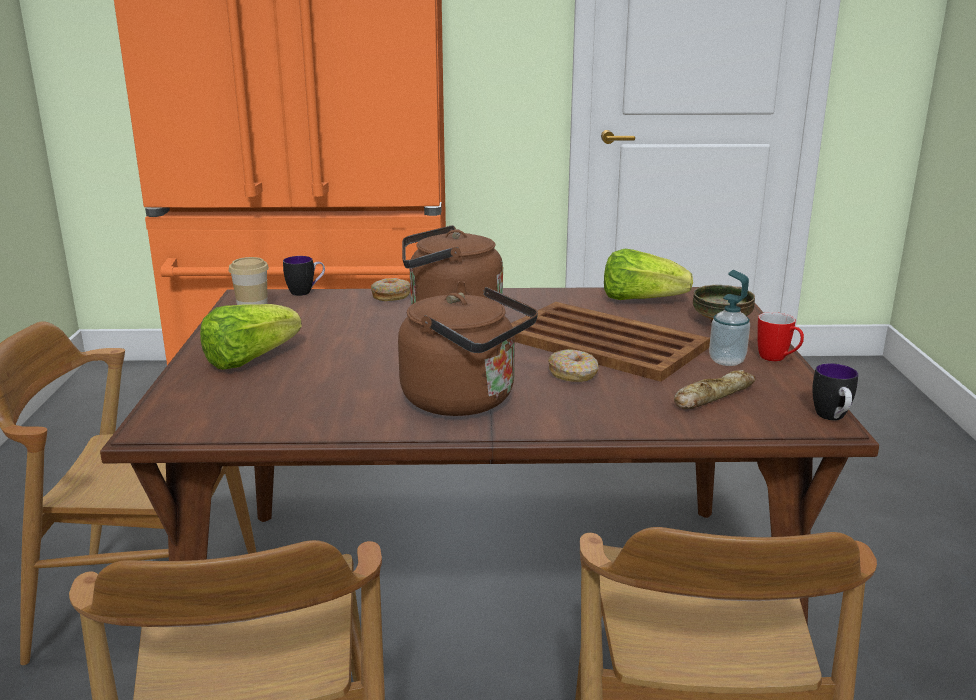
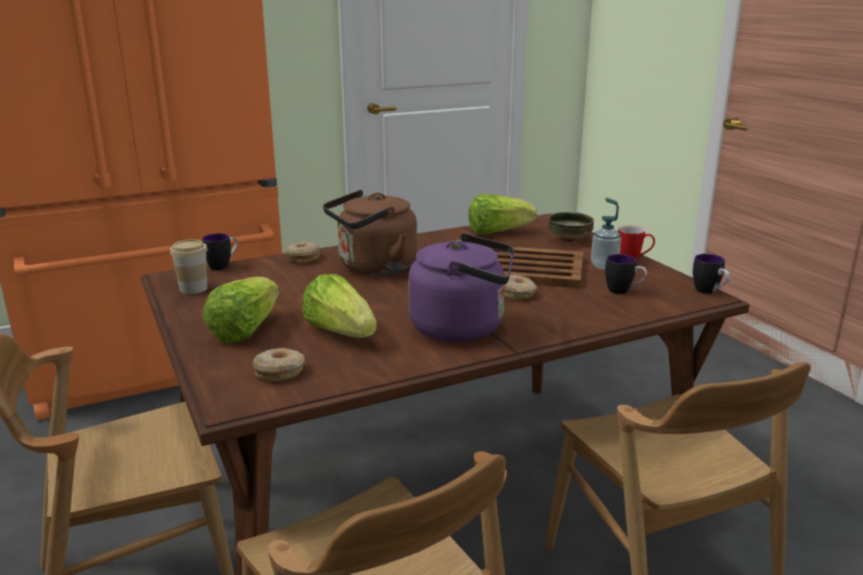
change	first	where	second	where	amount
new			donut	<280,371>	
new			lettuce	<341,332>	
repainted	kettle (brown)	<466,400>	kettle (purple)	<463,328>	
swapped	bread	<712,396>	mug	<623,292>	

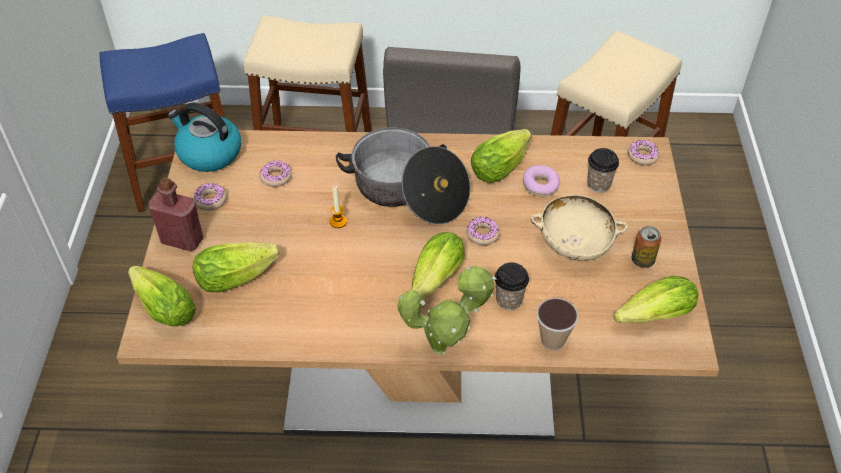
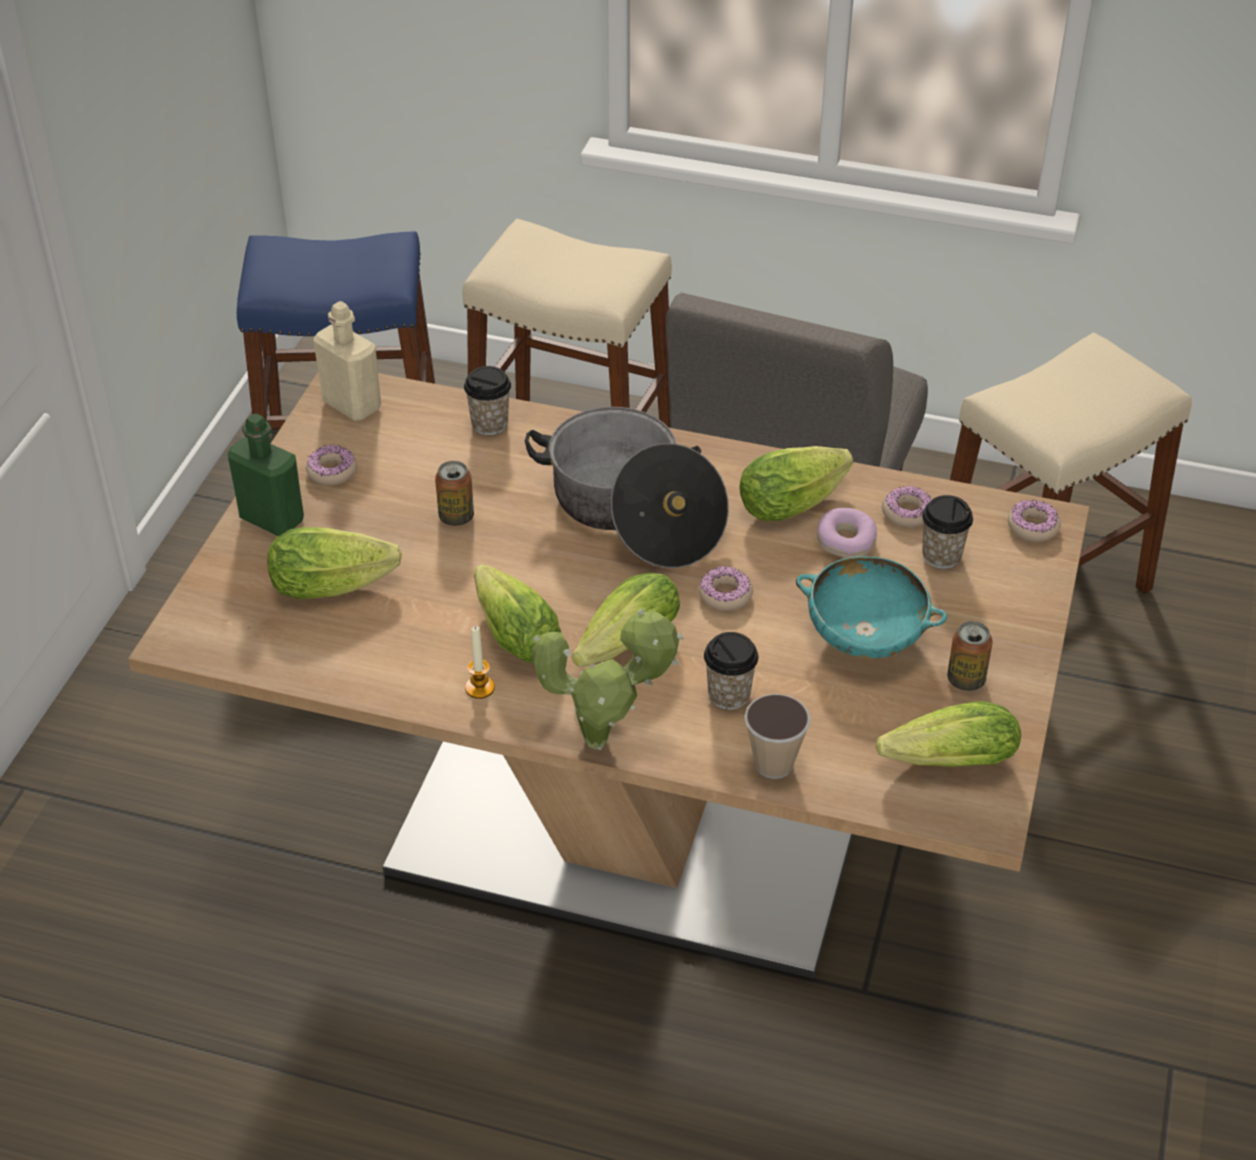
change	first	where	second	where	amount
repainted	bottle (red)	<182,240>	bottle (green)	<272,519>	
swapped	kettle	<209,153>	bottle (beige)	<352,405>	
new			can	<456,517>	
new			cup	<489,424>	
shifted	candle	<338,221>		<480,688>	
shifted	lettuce	<162,306>		<513,632>	
repainted	bowl (beige)	<574,244>	bowl (turquoise)	<865,635>	
shifted	donut	<276,177>		<907,513>	

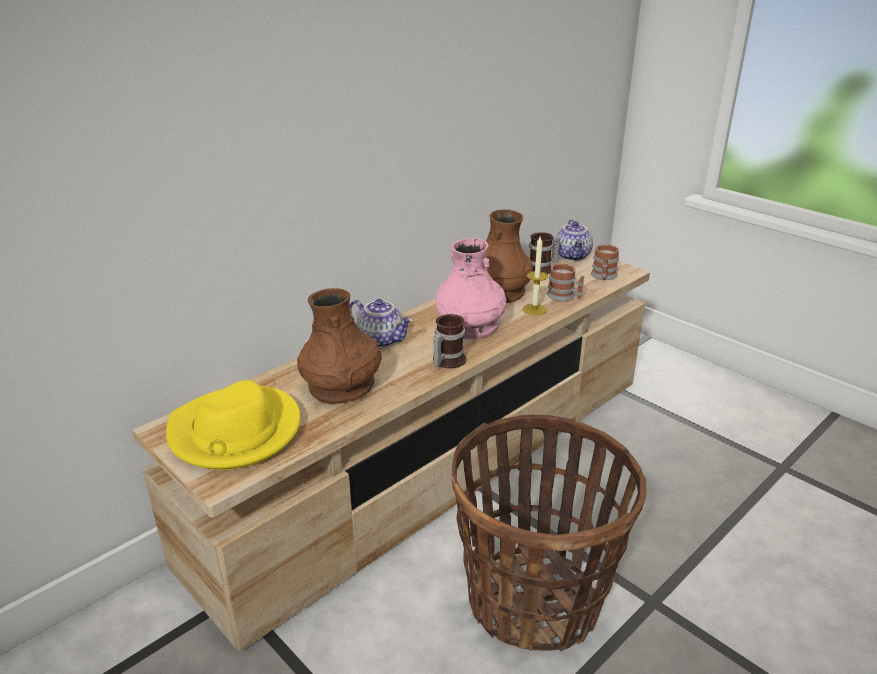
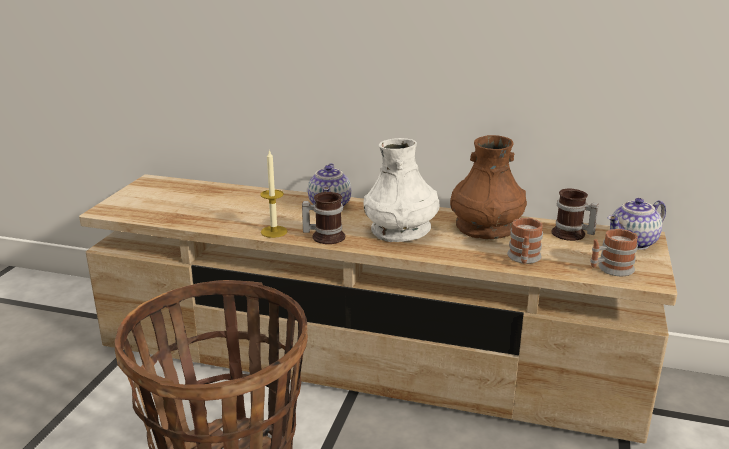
change	first	where	second	where	amount
shifted	candle	<534,309>		<274,231>	
repainted	vase (pink)	<469,325>	vase (white)	<400,230>	
gone	hat (yellow)	<235,433>			
gone	vase (brown)	<341,386>			

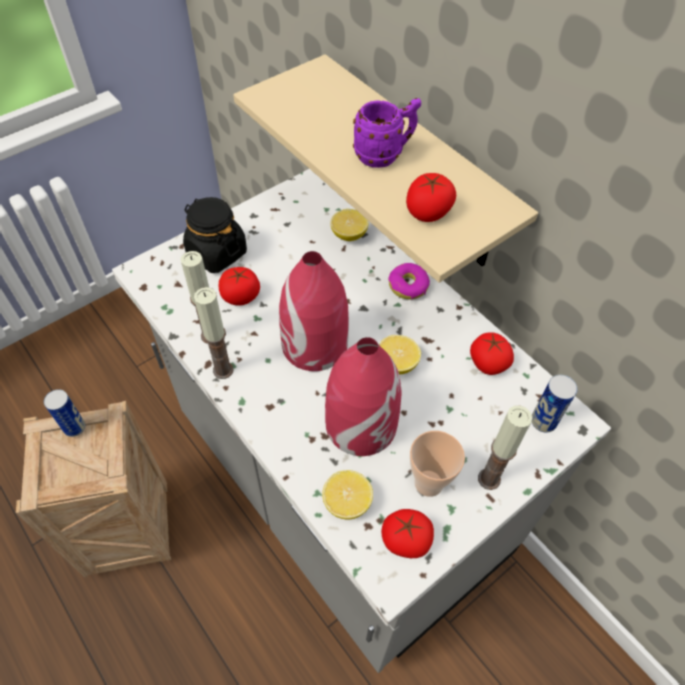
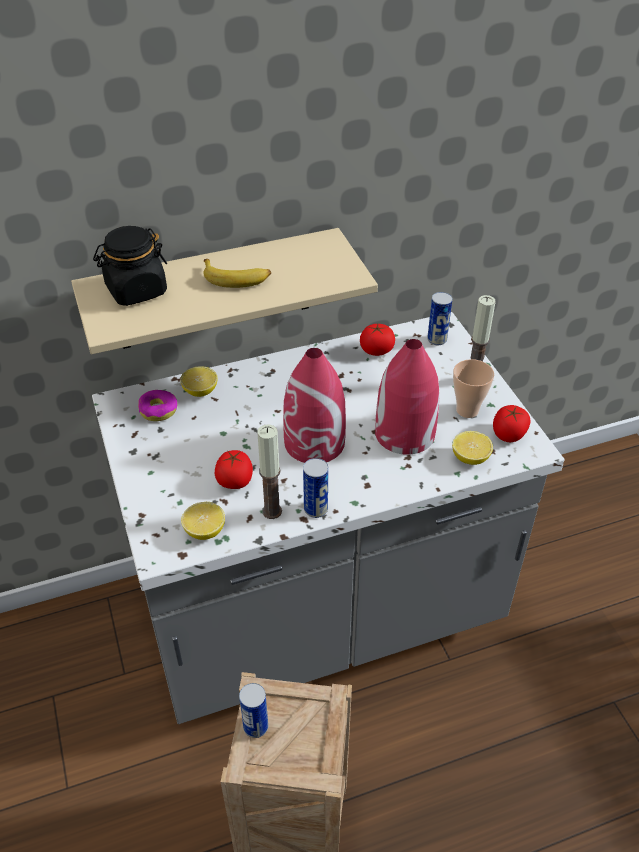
change	first	where	second	where	amount
shifted	jar (black)	<216,253>		<136,290>	
shifted	donut	<408,286>		<158,410>	
shifted	lemon	<397,364>		<205,531>	
swapped	mug (purple)	<384,155>	banana	<236,278>	
swapped	candle	<223,370>	can	<315,509>	
gone	tomato	<428,212>			

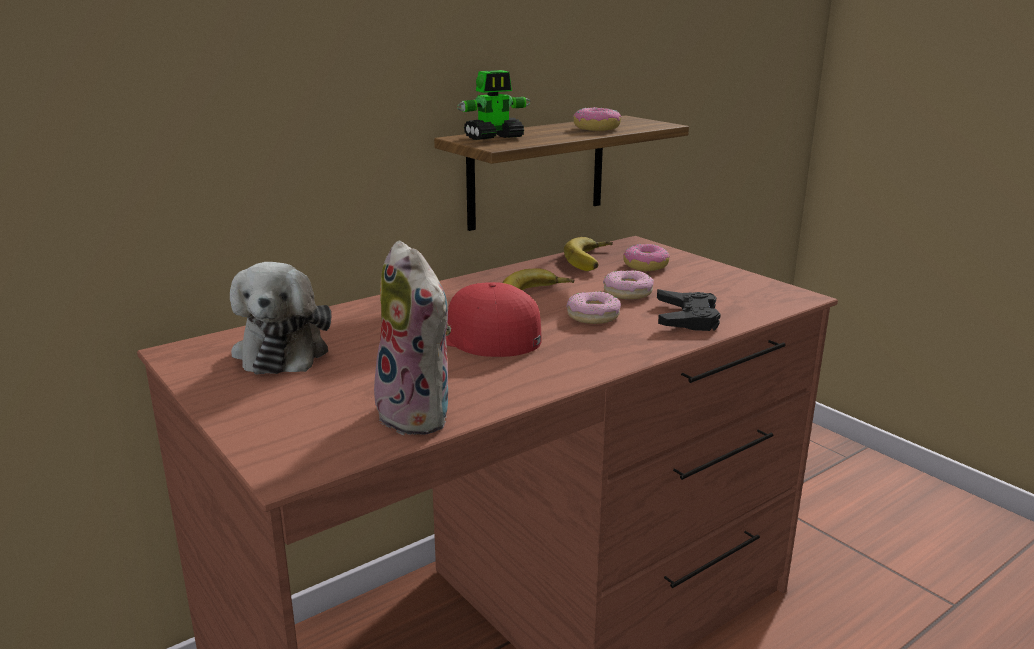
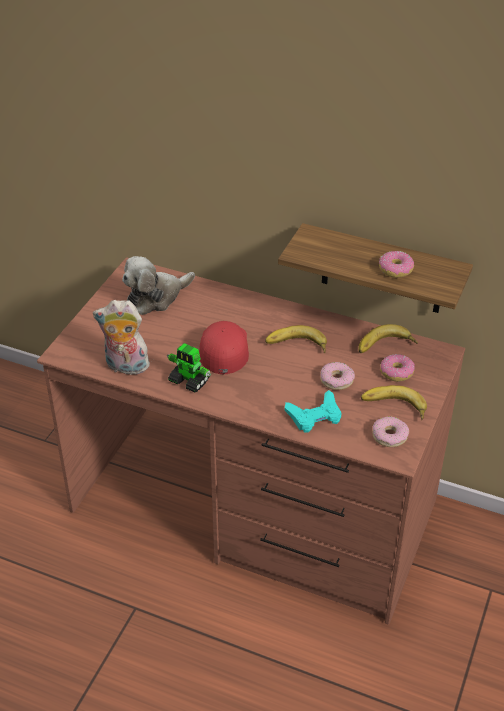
change	first	where	second	where	amount
rotated	plush toy	<420,415>		<125,367>	75 degrees clockwise
shifted	toy robot	<494,137>		<189,381>	
repainted	game controller (black)	<686,318>	game controller (turquoise)	<314,416>	
new			banana	<393,407>	
shifted	donut	<592,316>		<389,436>	

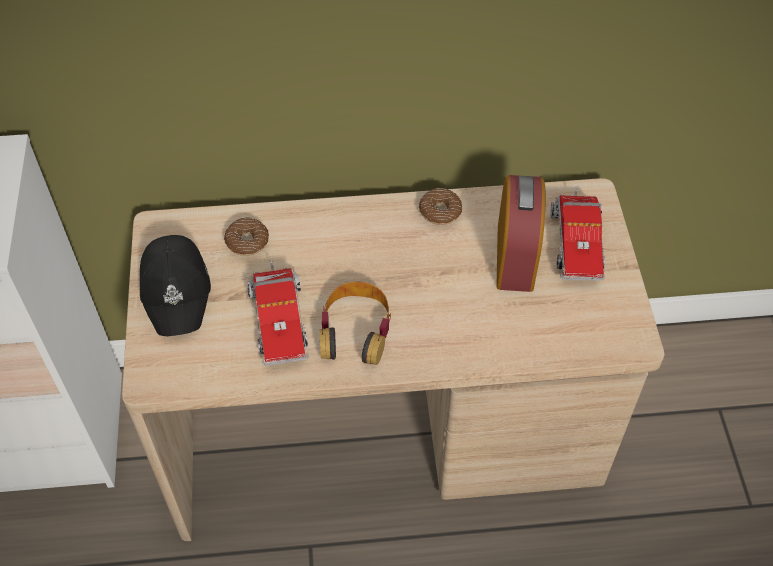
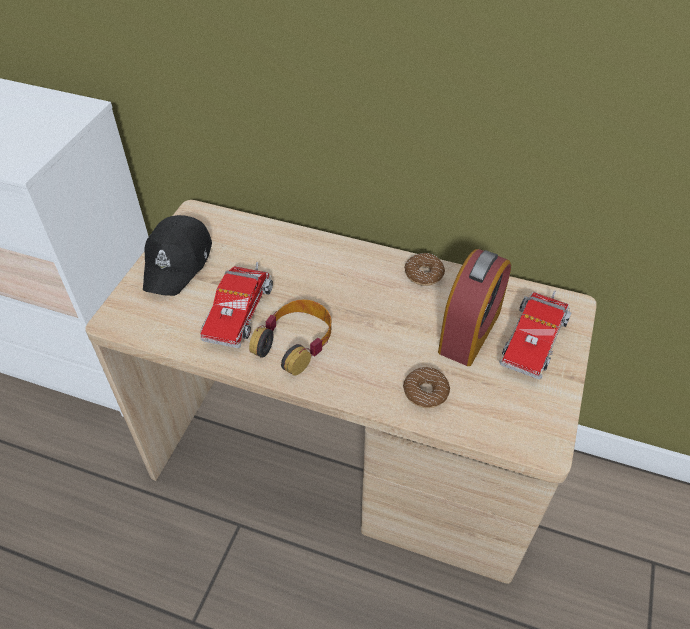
change	first	where	second	where	amount
shifted	donut	<247,241>		<425,392>	

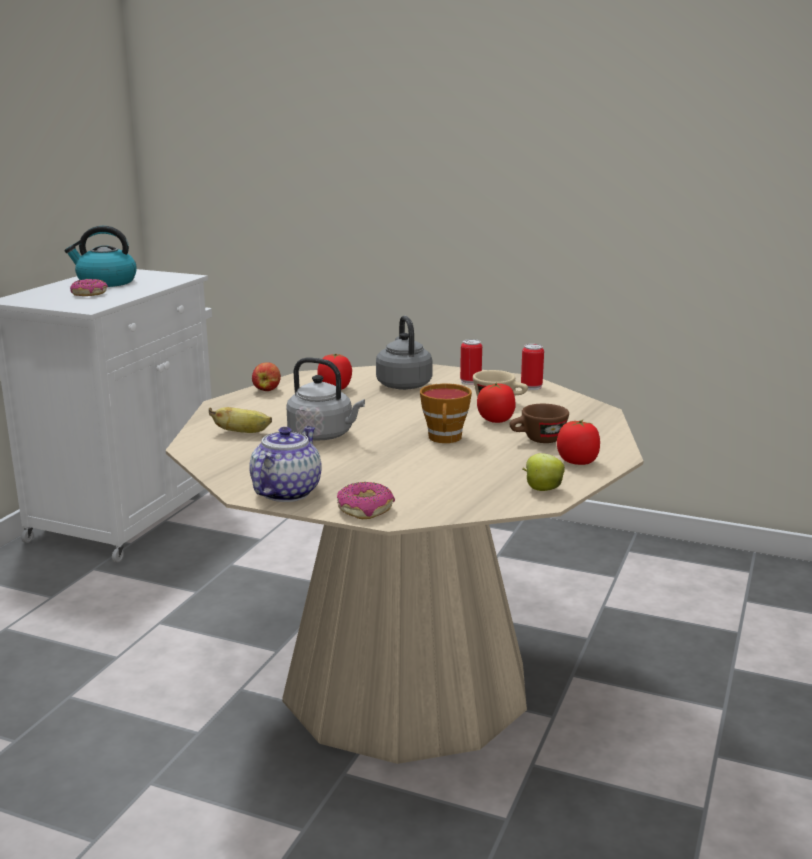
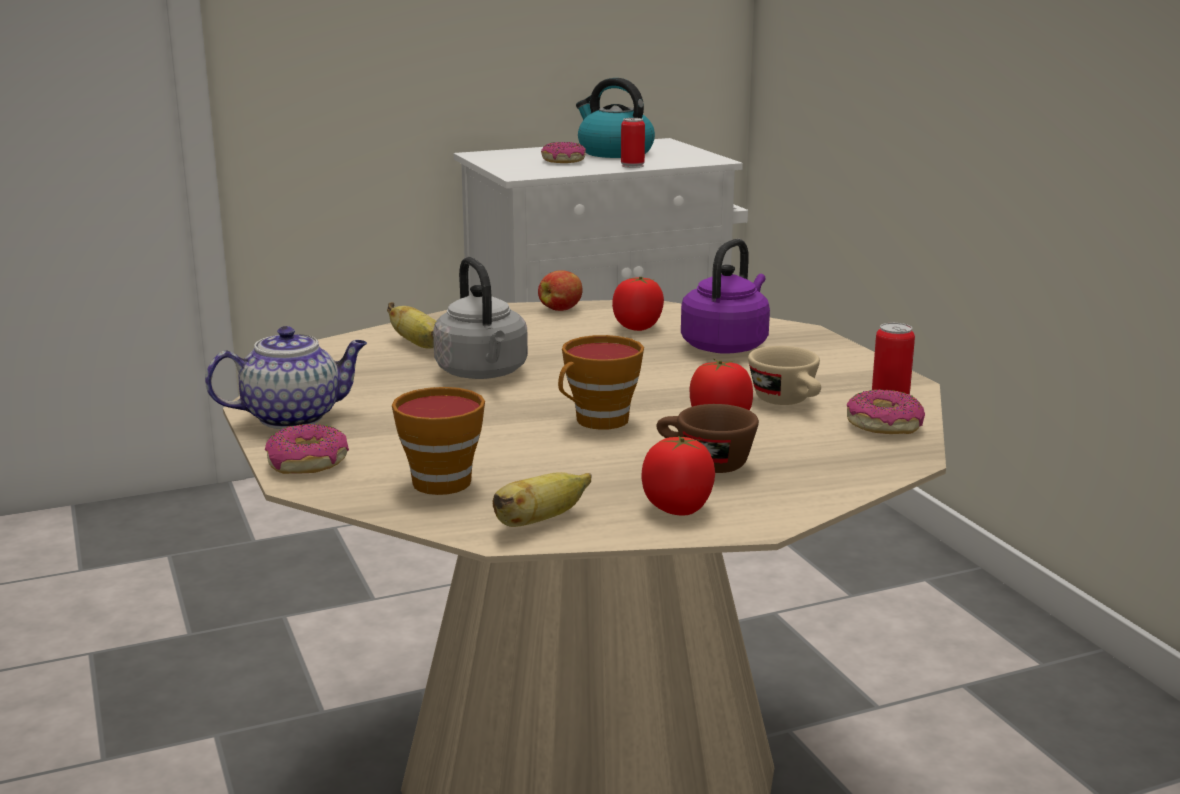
change	first	where	second	where	amount
new			cup	<442,479>	
swapped	apple	<542,489>	banana	<539,521>	
shifted	can	<470,381>		<632,165>	
repainted	kettle (grey)	<403,384>	kettle (purple)	<726,345>	
new			donut	<883,425>	

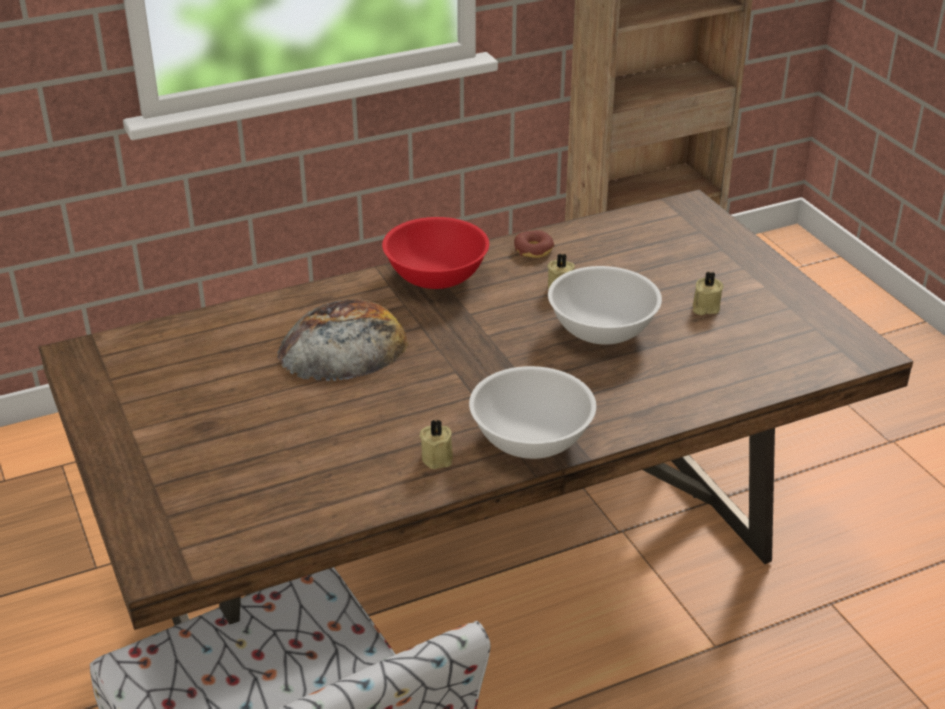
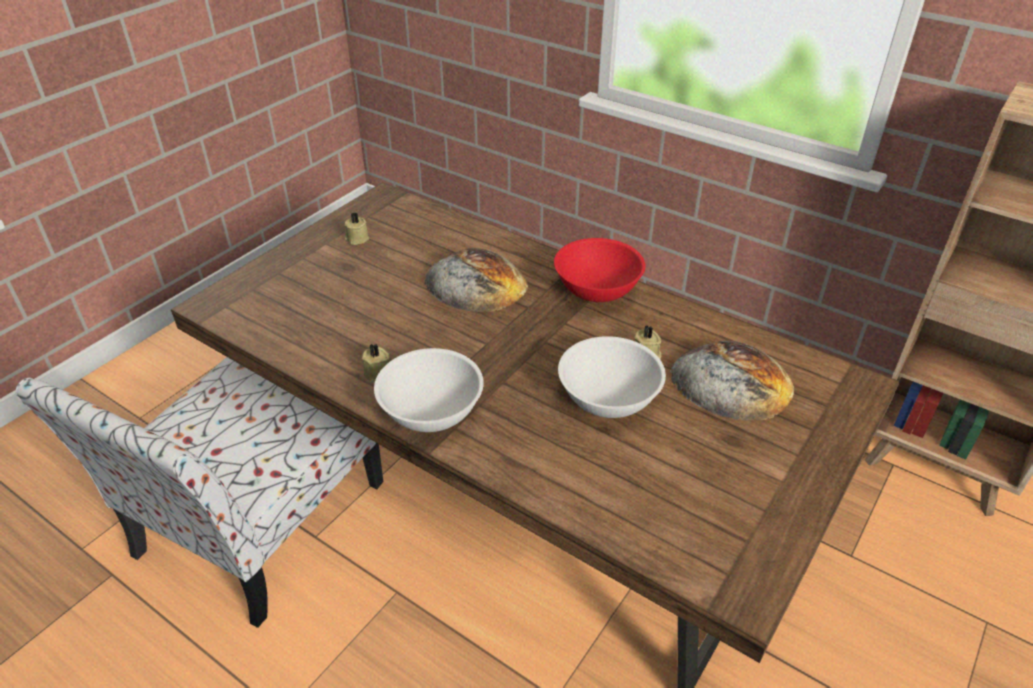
change	first	where	second	where	amount
shifted	candle (beige)	<704,307>		<356,239>	
new			bread	<731,382>	
gone	donut	<533,250>			

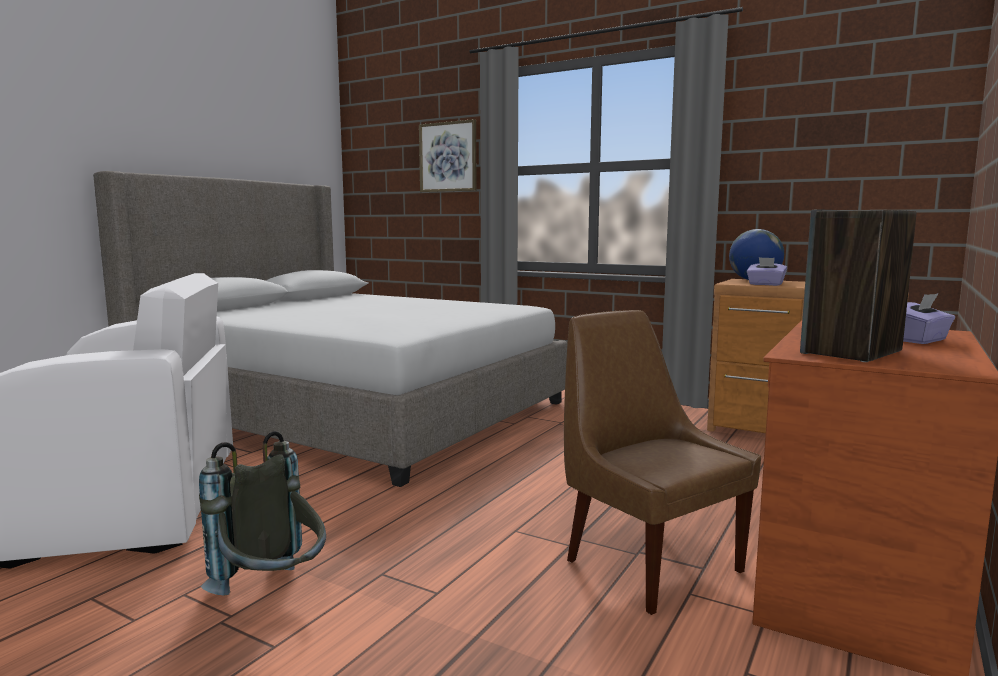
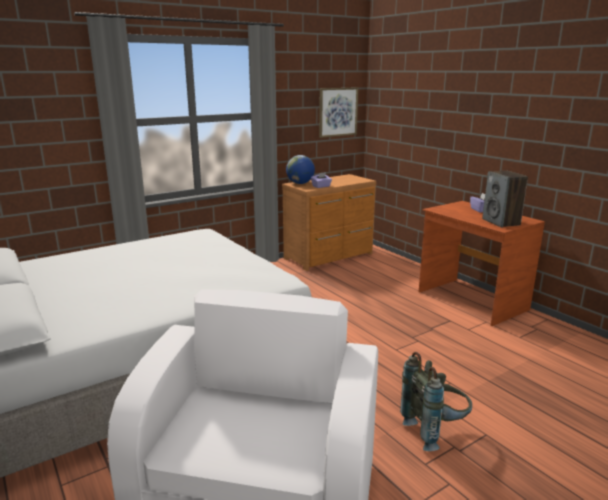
change	first	where	second	where	amount
shifted	picture	<448,157>		<338,112>	
gone	chair (brown)	<648,563>			

